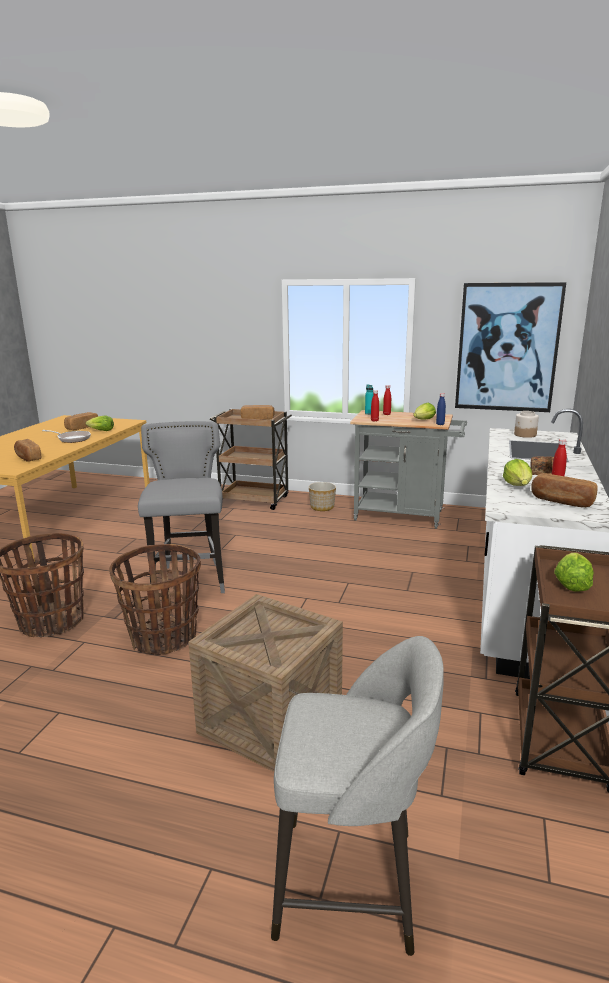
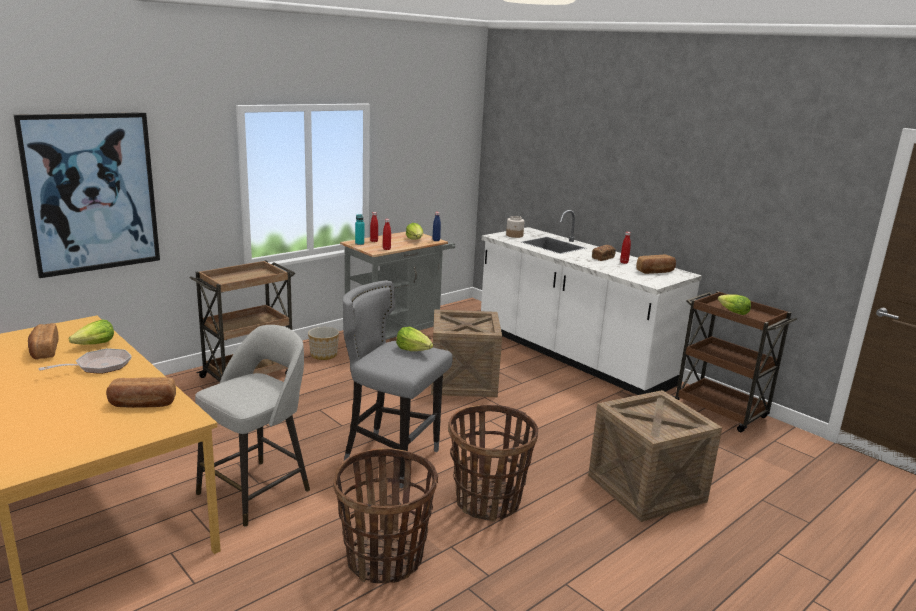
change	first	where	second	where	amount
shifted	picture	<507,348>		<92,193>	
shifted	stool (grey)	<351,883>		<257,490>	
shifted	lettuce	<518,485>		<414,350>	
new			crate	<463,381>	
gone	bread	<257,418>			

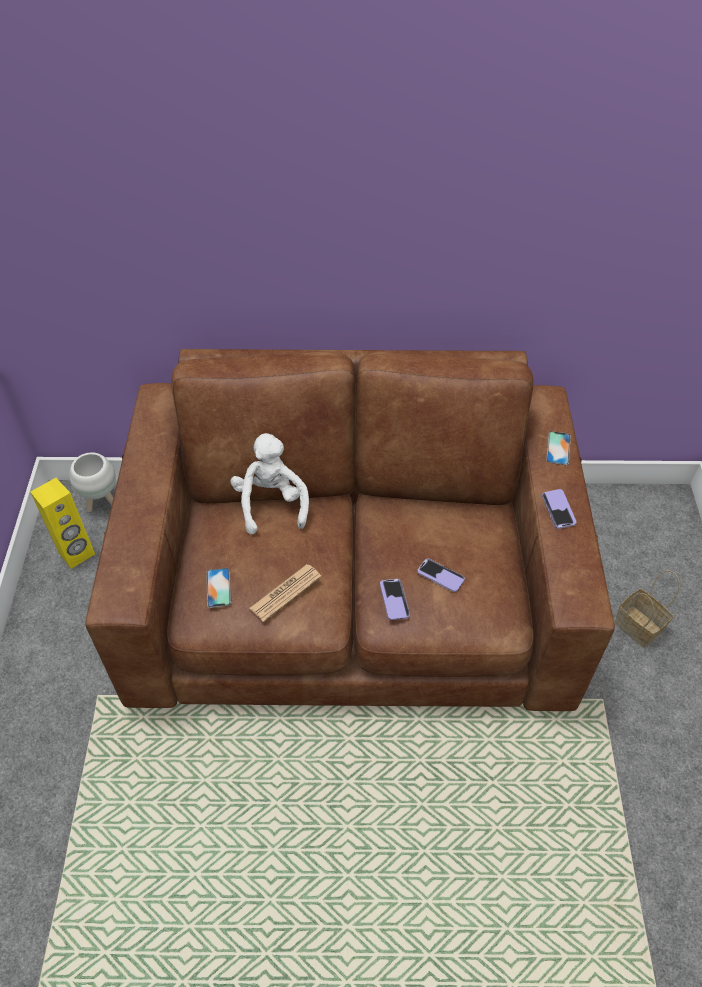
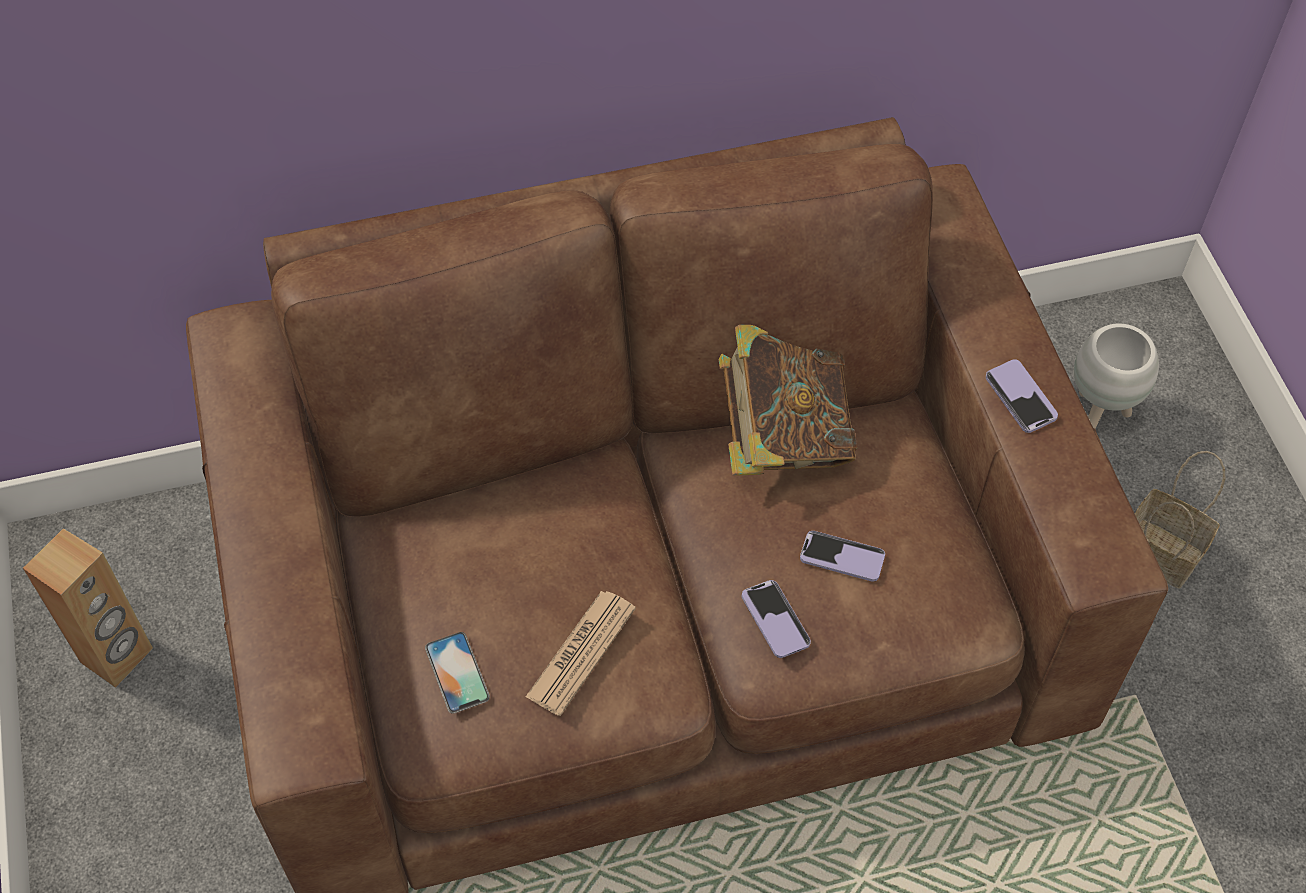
change	first	where	second	where	amount
repainted	speaker (yellow)	<77,554>	speaker (brown)	<117,656>	
new			book	<782,433>	
shifted	planter (white)	<102,503>		<1099,413>	
gone	plush toy (white)	<271,503>			
gone	phone	<558,448>			

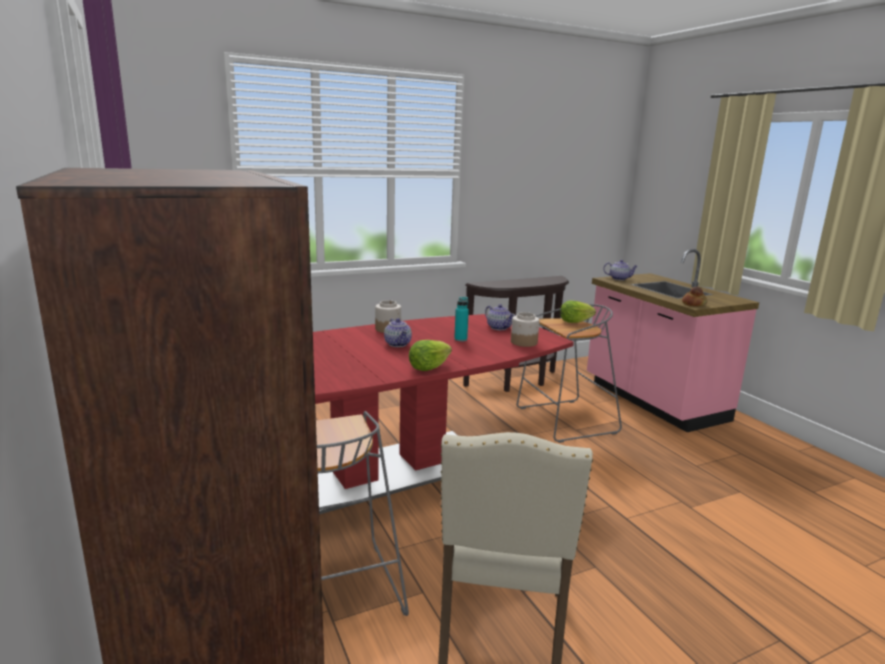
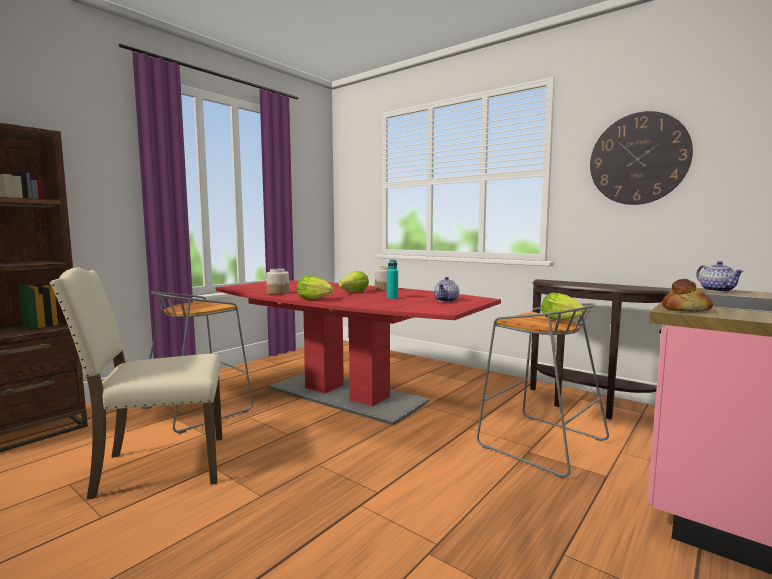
change	first	where	second	where	amount
shifted	jar	<523,342>		<277,293>	
swapped	teapot	<398,344>	lettuce	<354,292>	
new			wall clock	<638,159>	

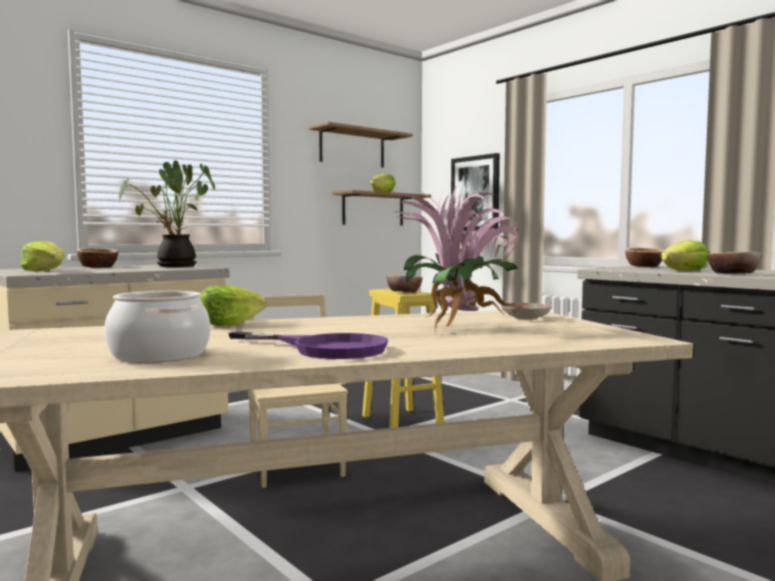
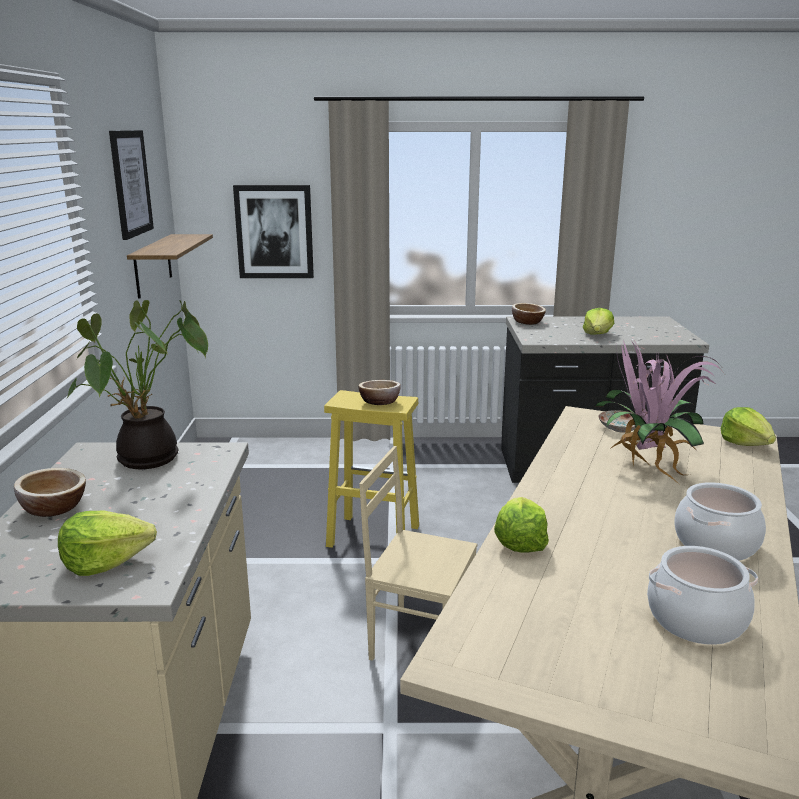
change	first	where	second	where	amount
swapped	shelf	<352,148>	picture	<130,183>	
swapped	frying pan (purple)	<325,349>	cooking pot	<715,543>	
shifted	lettuce	<382,192>		<745,443>	
gone	bowl	<733,274>			

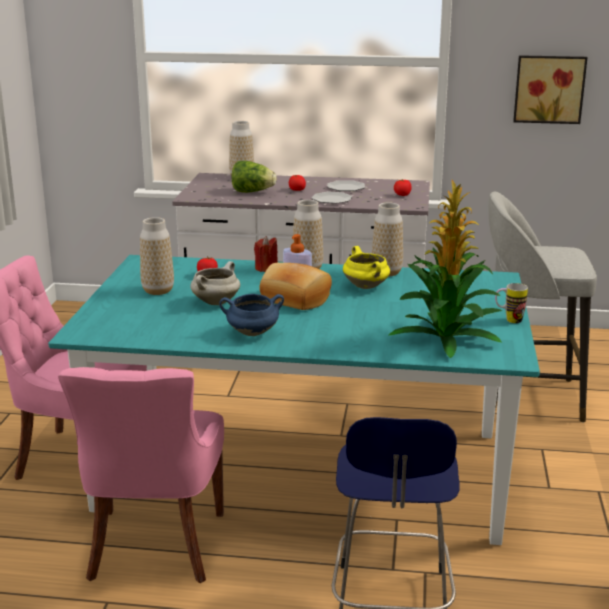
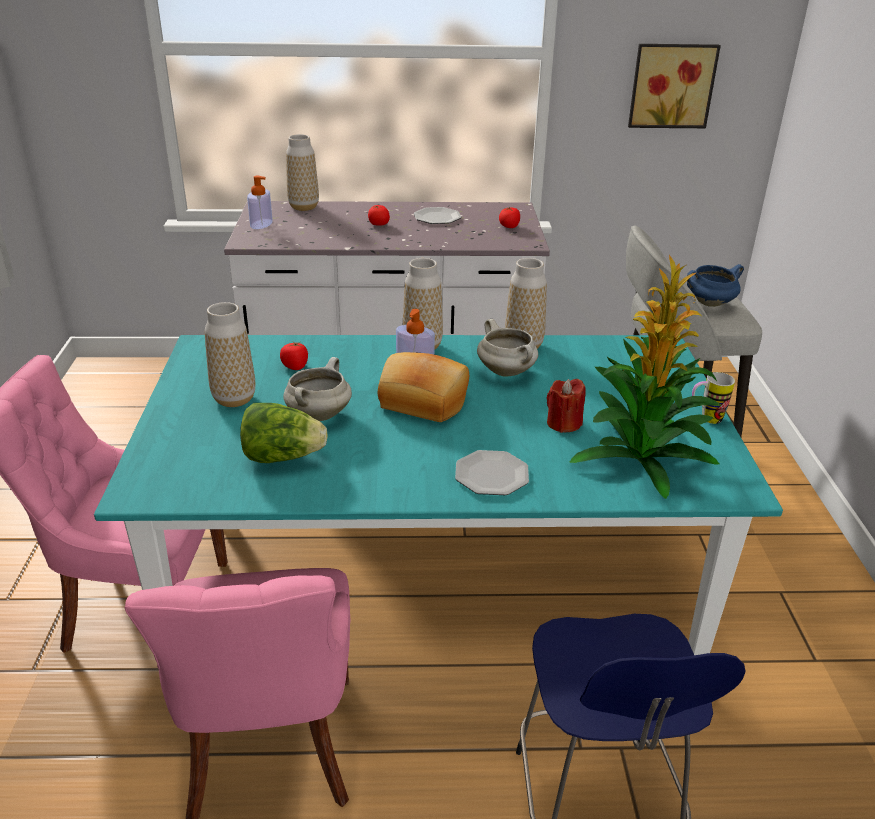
change	first	where	second	where	amount
shifted	lettuce	<252,192>		<283,457>	
new			soap dispenser	<261,224>	
shifted	plate	<332,199>		<491,475>	
repainted	cooking pot (yellow)	<366,286>	cooking pot (white)	<507,372>	
shifted	candle (red)	<266,268>		<563,423>	
shifted	cooking pot (blue)	<252,333>		<709,304>	

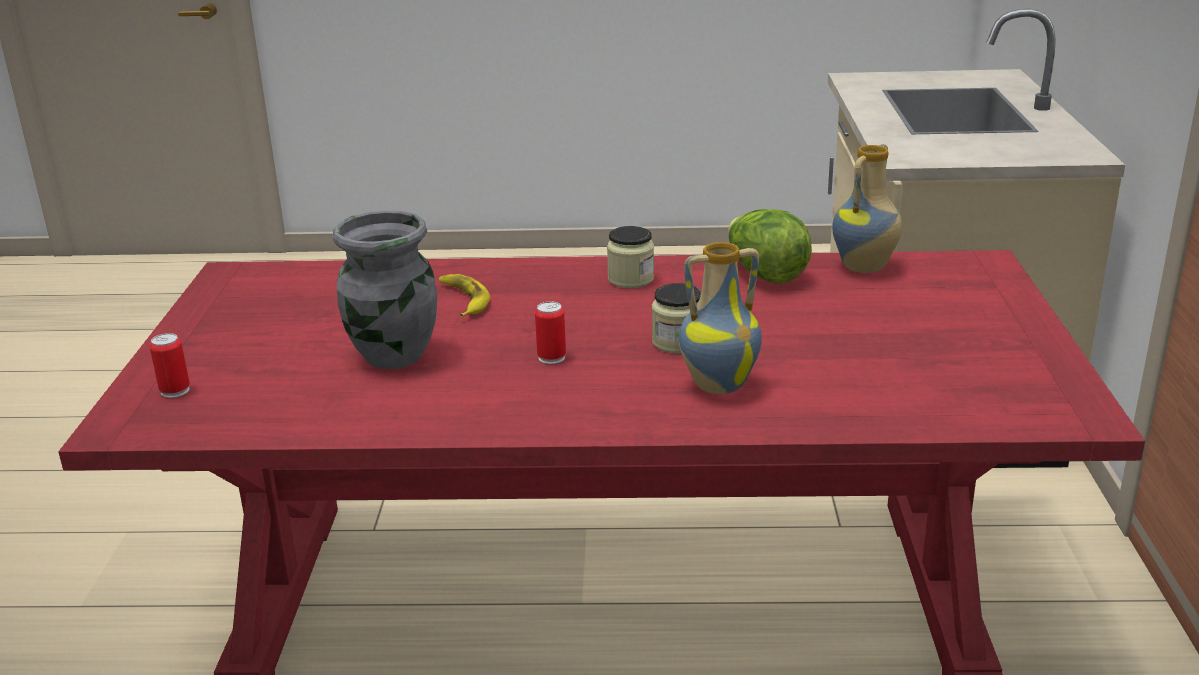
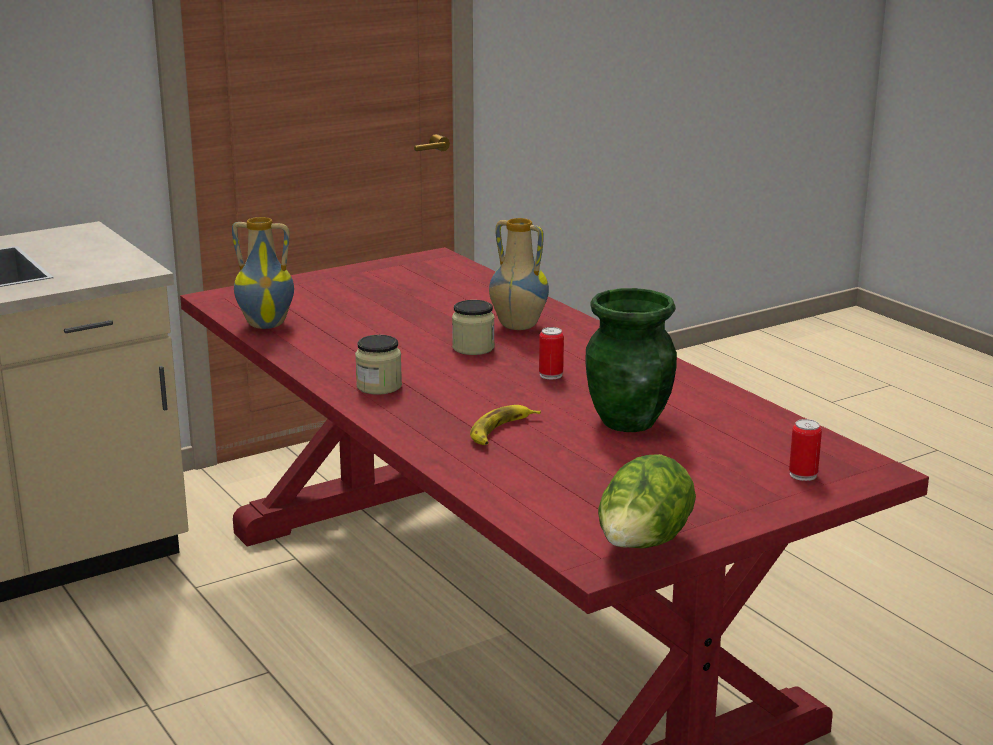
change	first	where	second	where	amount
repainted	vase (grey)	<393,356>	vase (green)	<629,422>	
shifted	lettuce	<765,275>		<642,547>	

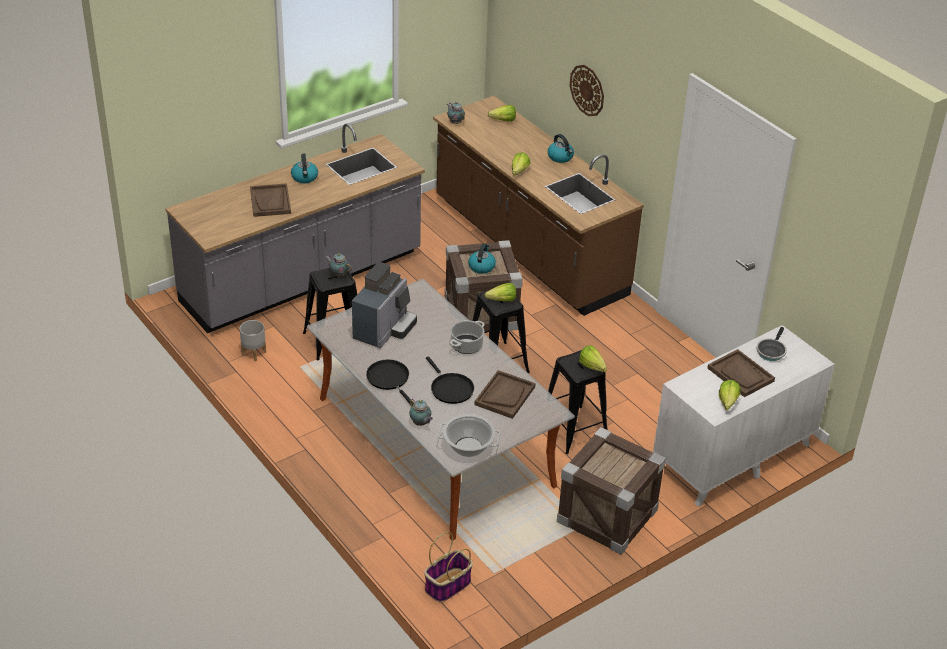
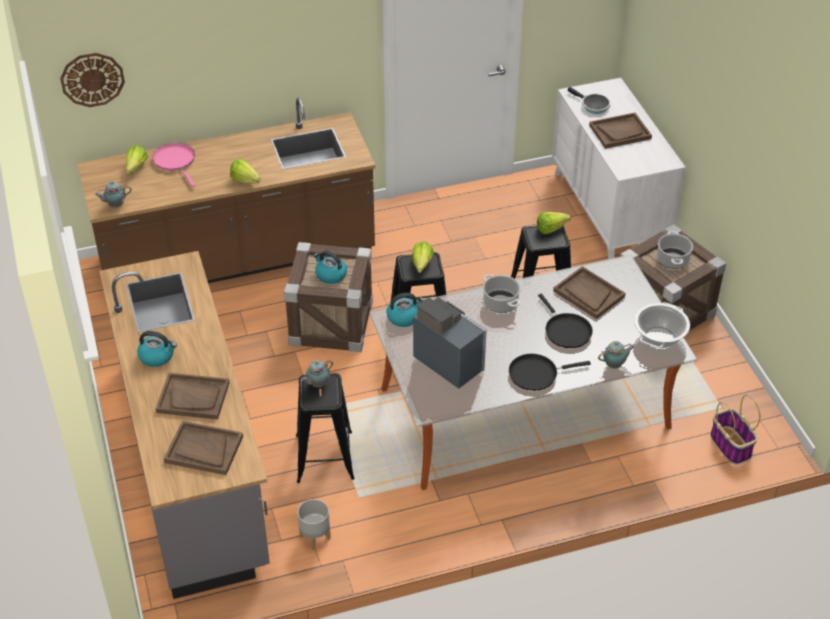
change	first	where	second	where	amount
shifted	wall clock	<587,90>		<92,79>	
new			frying pan (pink)	<175,161>	
new			tray (brown)	<203,449>	
shifted	kettle	<560,157>		<404,317>	
rotated	frying pan (black)	<450,388>		<566,331>	75 degrees clockwise
new			cooking pot	<673,260>	
gone	lettuce	<726,404>			

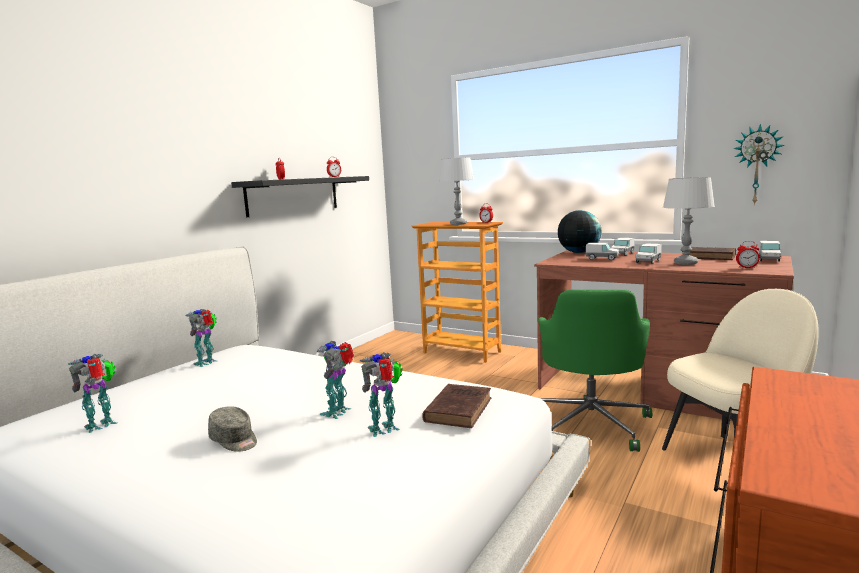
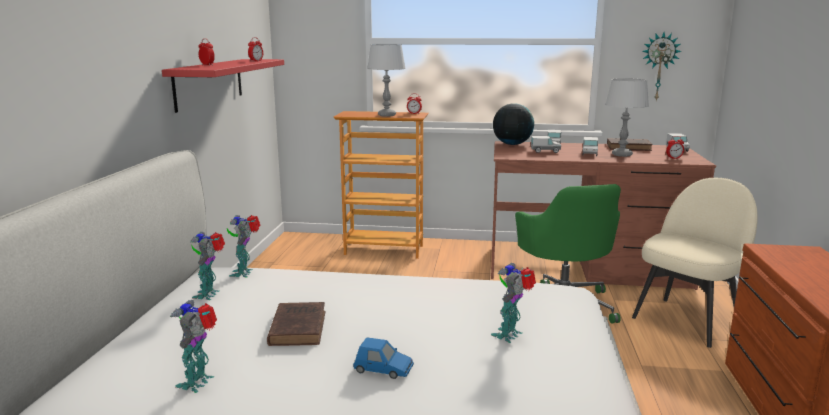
change	first	where	second	where	amount
repainted	shelf (black)	<293,195>	shelf (red)	<209,83>	
shifted	toy robot	<339,412>		<244,272>	
shifted	book (brown)	<459,409>		<298,327>	
swapped	cap (grey)	<234,440>	toy car (blue)	<383,369>	

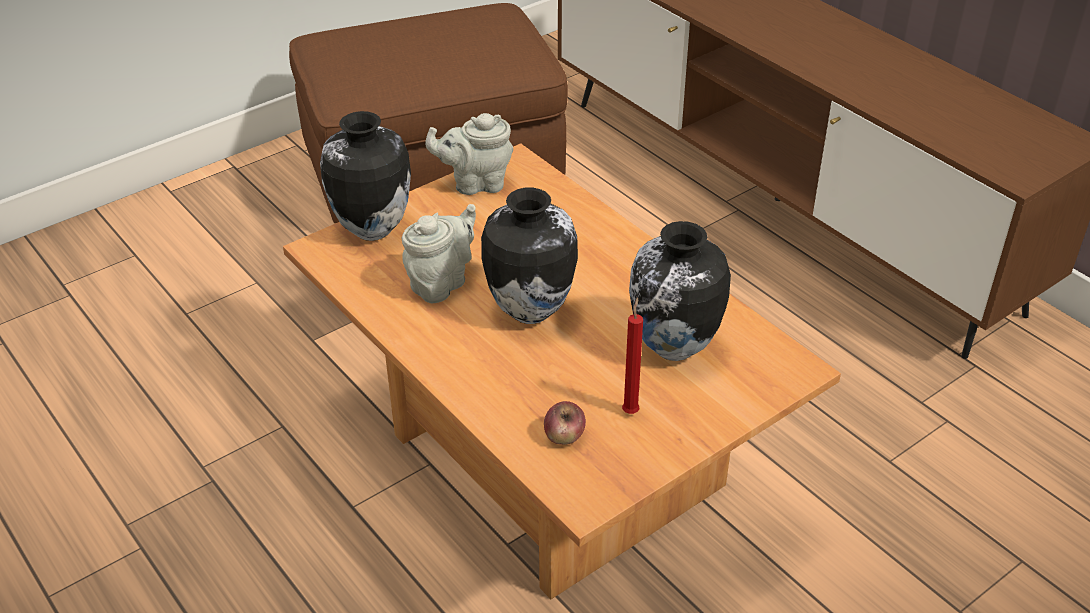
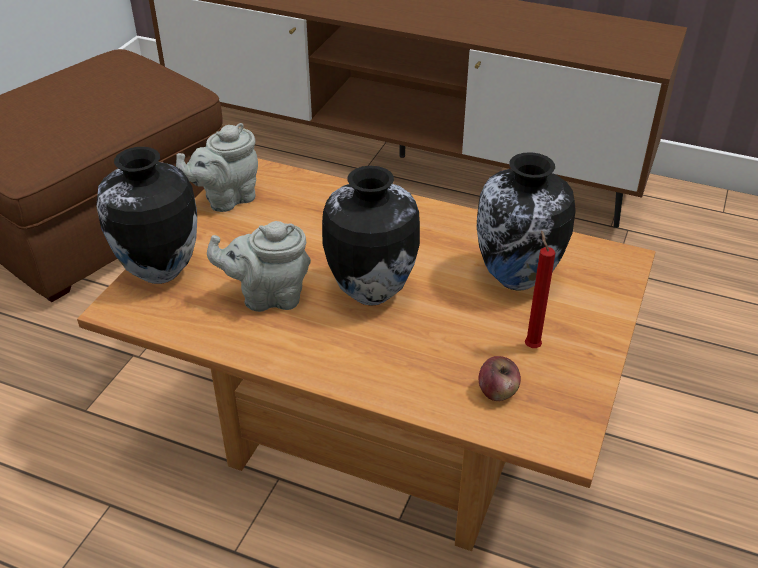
change	first	where	second	where	amount
rotated	teapot (grey)	<442,283>		<268,296>	105 degrees counterclockwise

